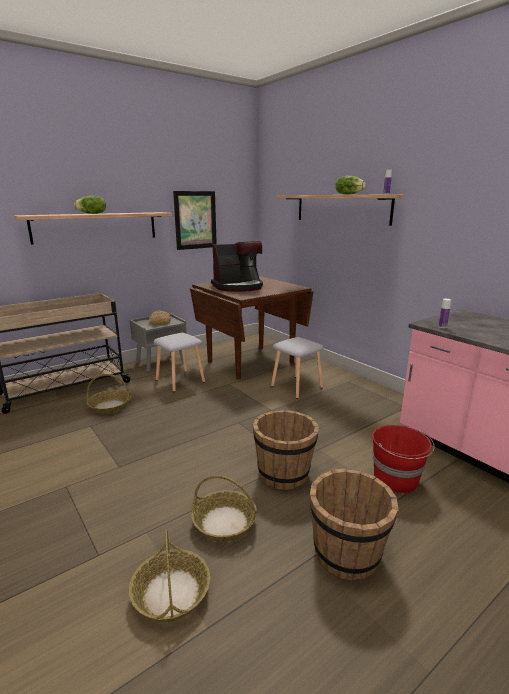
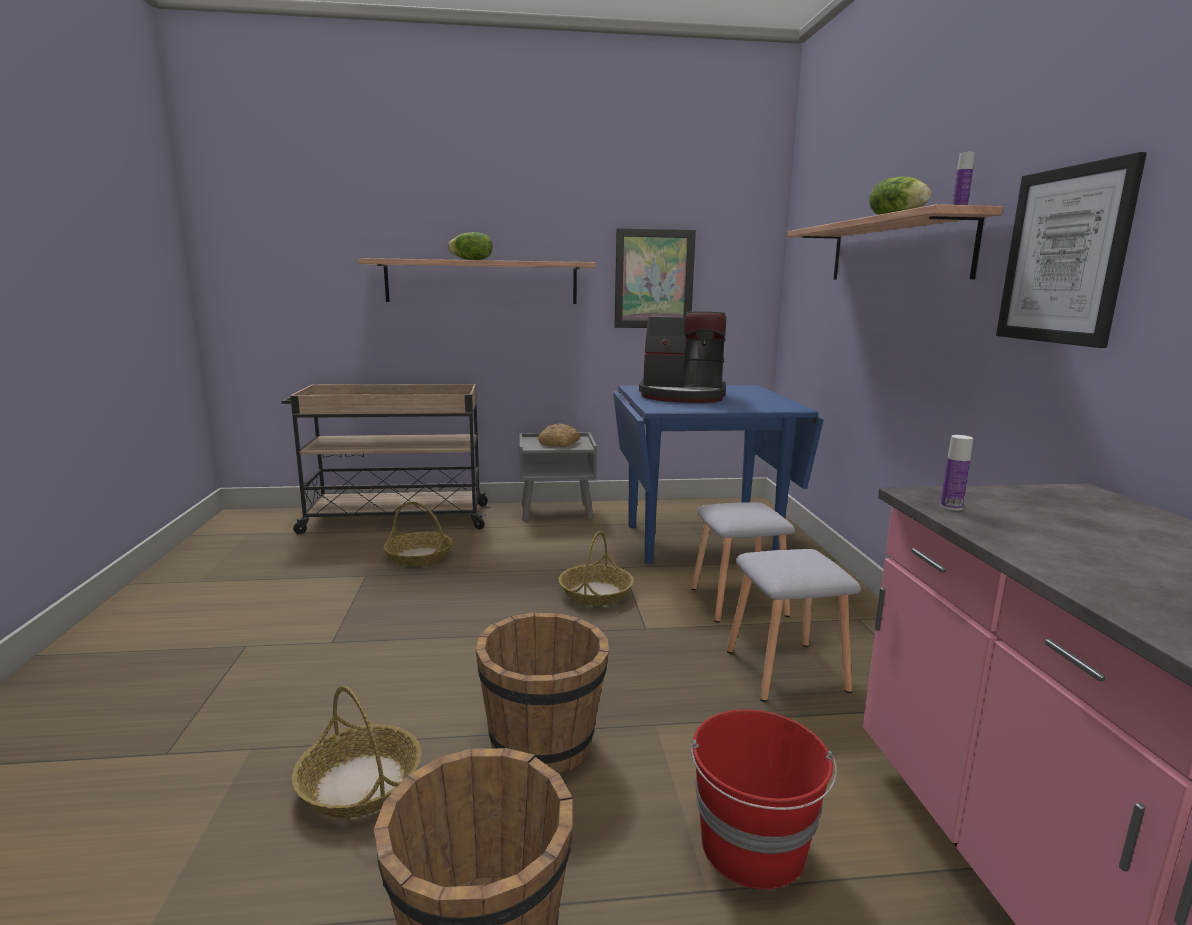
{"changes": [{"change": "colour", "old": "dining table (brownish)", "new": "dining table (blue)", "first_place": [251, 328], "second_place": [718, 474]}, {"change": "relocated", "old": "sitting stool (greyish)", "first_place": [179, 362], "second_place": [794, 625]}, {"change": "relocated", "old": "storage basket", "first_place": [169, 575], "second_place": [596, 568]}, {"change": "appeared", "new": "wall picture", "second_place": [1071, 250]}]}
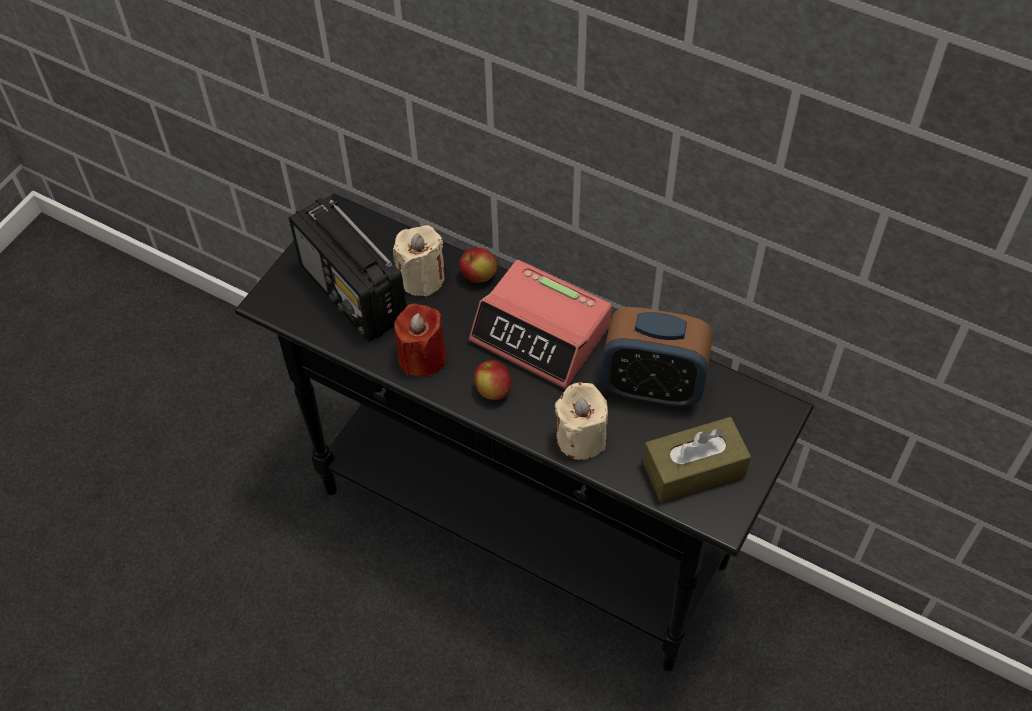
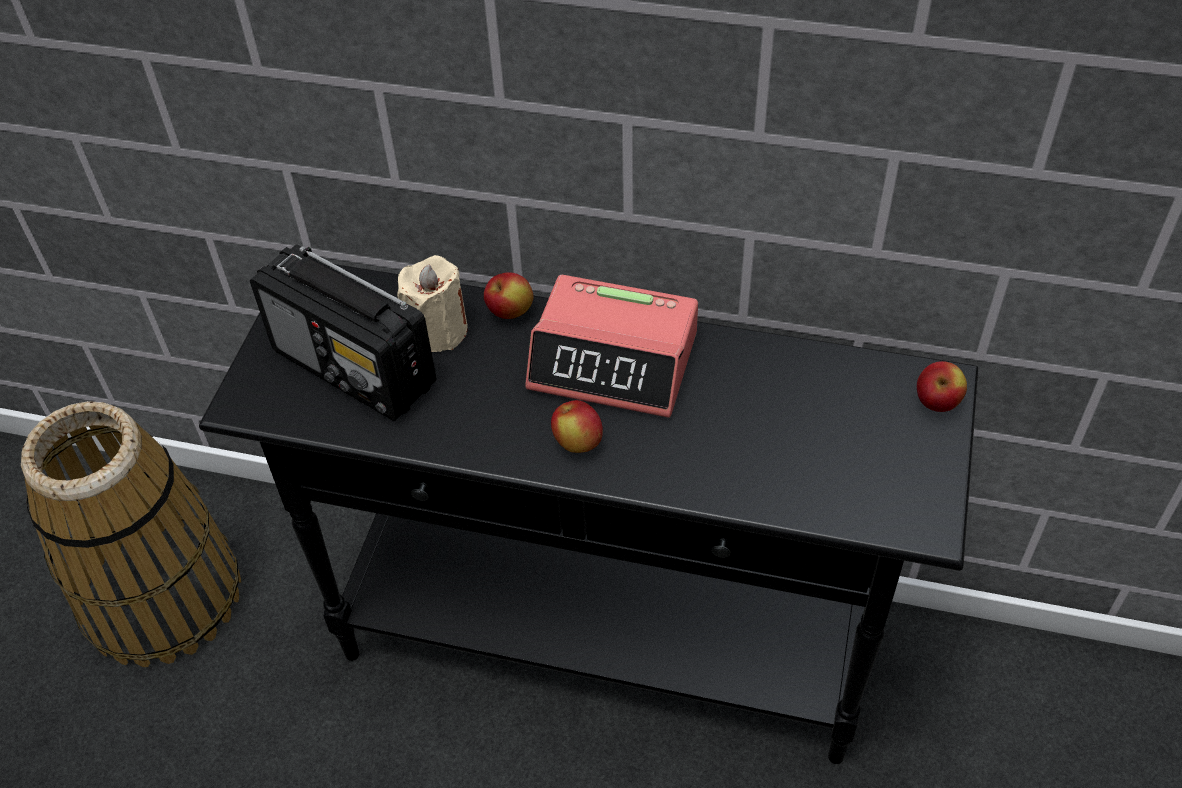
{"changes": [{"change": "missing", "old": "wax light (red)", "first_place": [420, 340]}, {"change": "missing", "old": "alarm clock", "first_place": [657, 357]}, {"change": "missing", "old": "wax light (beige-coloured)", "first_place": [581, 421]}, {"change": "missing", "old": "tissue holder (brownish)", "first_place": [697, 460]}, {"change": "appeared", "new": "apple", "second_place": [942, 386]}, {"change": "appeared", "new": "storage basket", "second_place": [131, 534]}]}
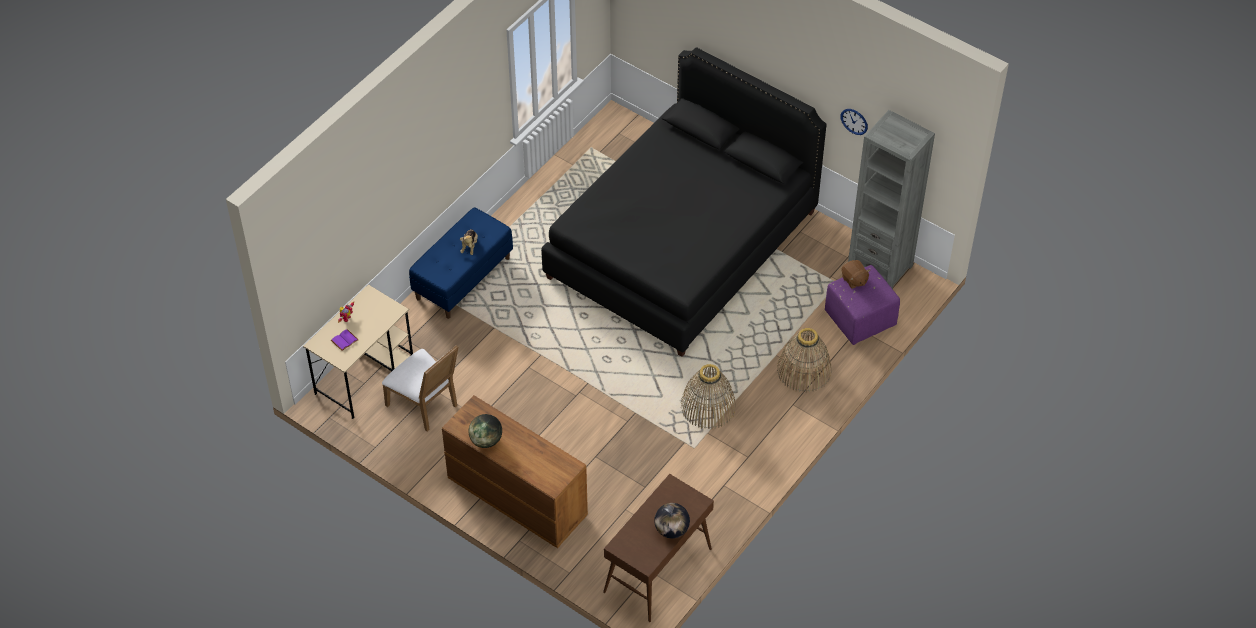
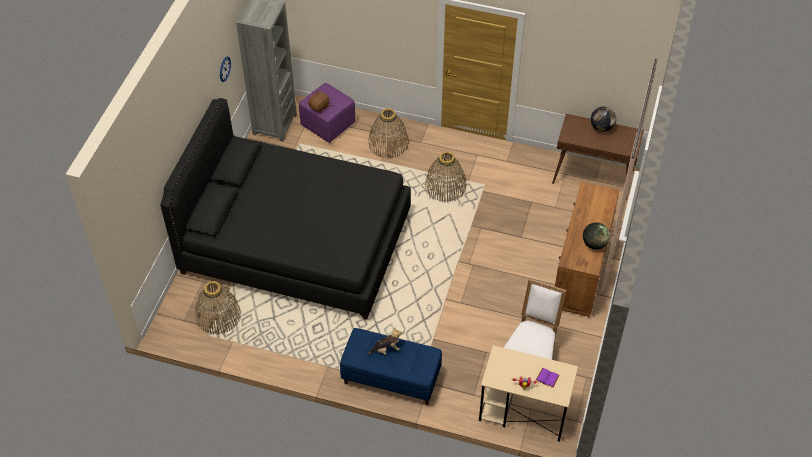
{"changes": [{"change": "appeared", "new": "storage basket", "second_place": [218, 307]}]}
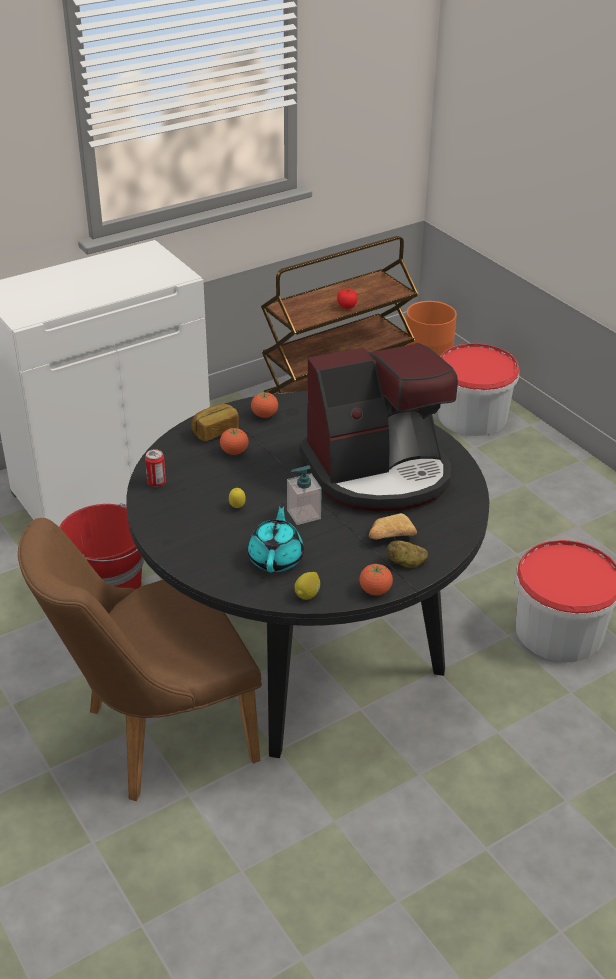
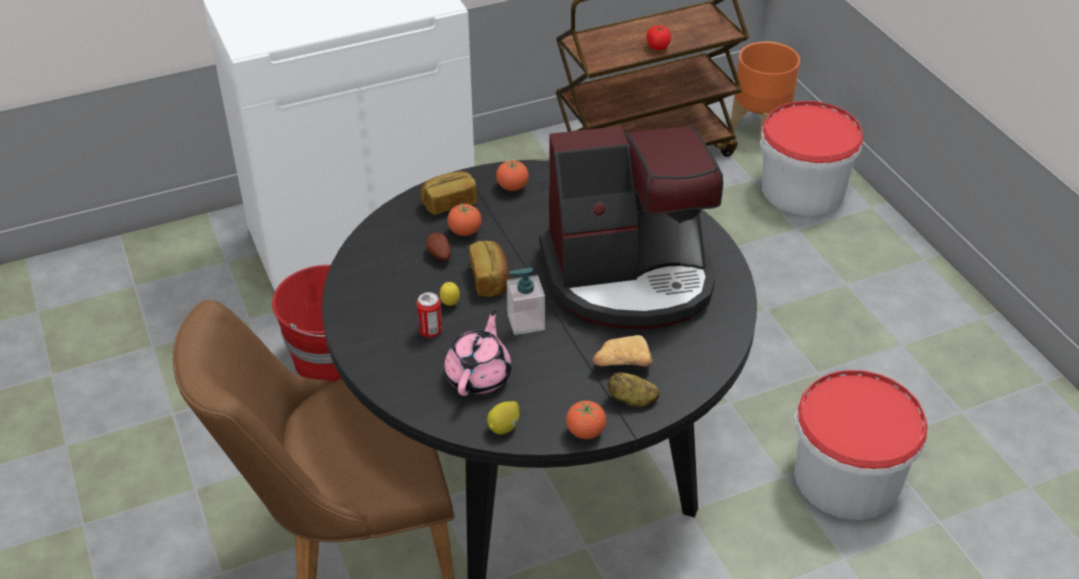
{"changes": [{"change": "relocated", "old": "sealed can", "first_place": [155, 468], "second_place": [429, 314]}, {"change": "colour", "old": "teapot (turquoise)", "new": "teapot (pink)", "first_place": [276, 538], "second_place": [478, 352]}, {"change": "appeared", "new": "potato", "second_place": [438, 247]}, {"change": "appeared", "new": "baked bread", "second_place": [489, 269]}]}
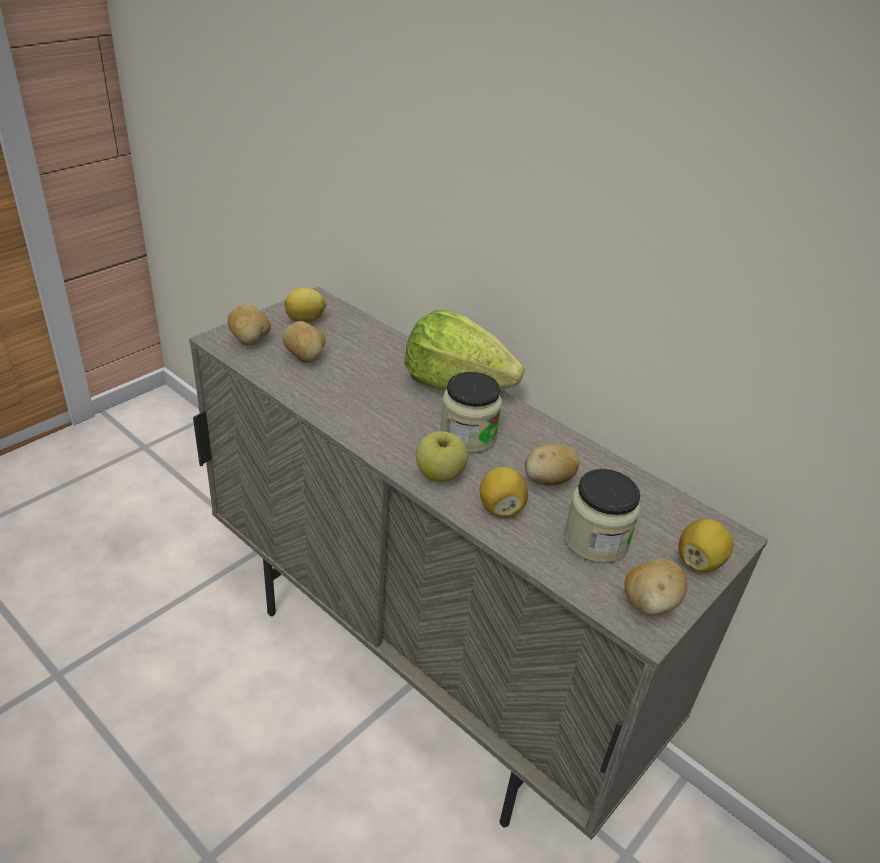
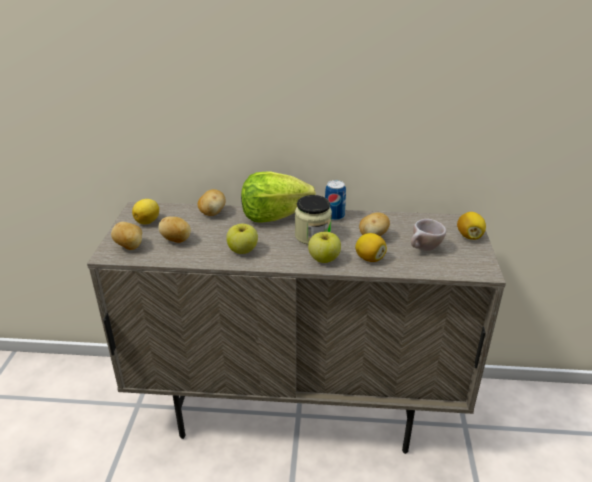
{"changes": [{"change": "exchanged", "old": "preserve jar", "new": "small cup (beige-coloured)", "first_place": [602, 516], "second_place": [428, 235]}, {"change": "relocated", "old": "potato", "first_place": [655, 587], "second_place": [211, 202]}, {"change": "appeared", "new": "sealed can", "second_place": [335, 200]}, {"change": "appeared", "new": "apple", "second_place": [242, 239]}]}
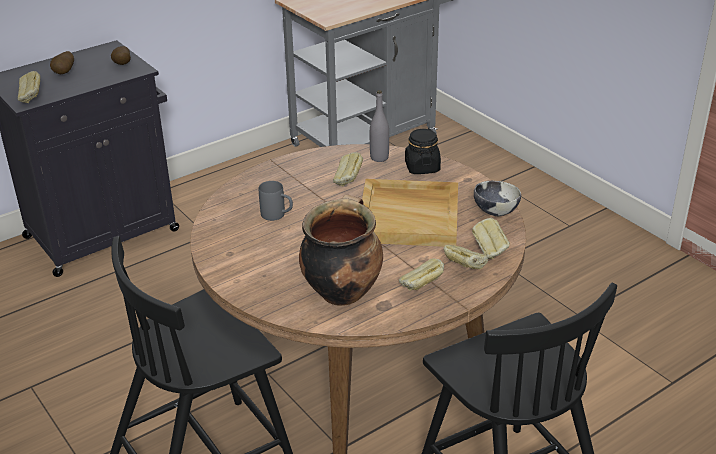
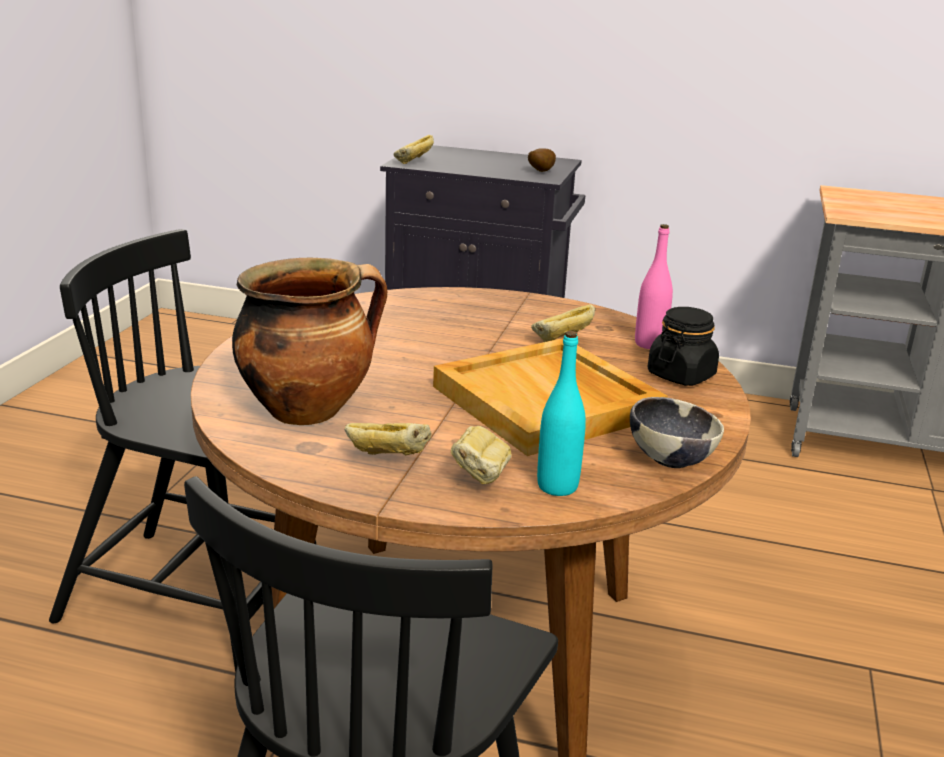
{"changes": [{"change": "missing", "old": "potato", "first_place": [62, 62]}, {"change": "colour", "old": "beverage bottle (greyish)", "new": "beverage bottle (pink)", "first_place": [379, 126], "second_place": [654, 286]}, {"change": "missing", "old": "mug (greyish)", "first_place": [276, 201]}, {"change": "exchanged", "old": "baked bread", "new": "beverage bottle (turquoise)", "first_place": [491, 238], "second_place": [561, 413]}]}
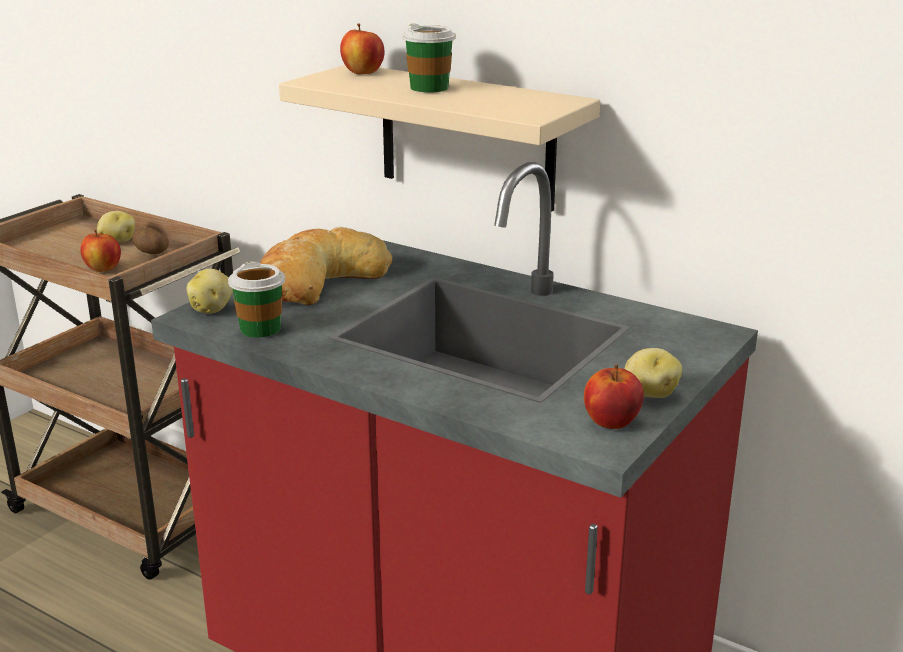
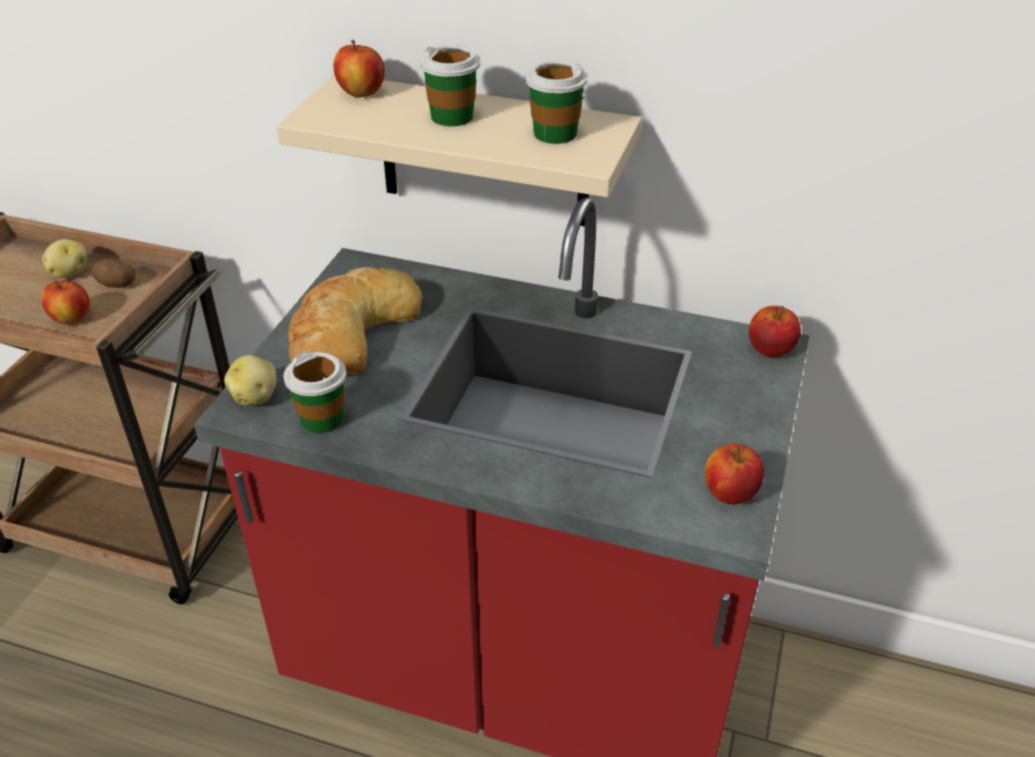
{"changes": [{"change": "missing", "old": "potato", "first_place": [653, 373]}, {"change": "appeared", "new": "small cup", "second_place": [556, 102]}, {"change": "appeared", "new": "apple", "second_place": [775, 331]}]}
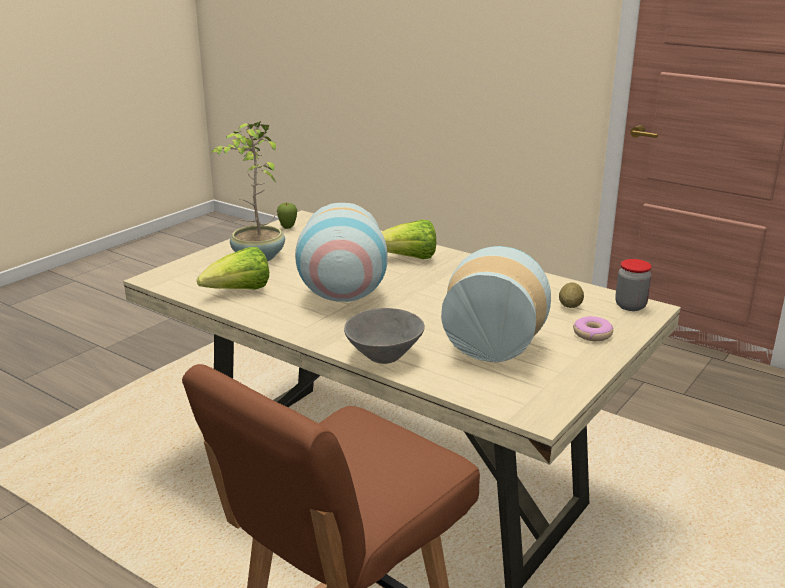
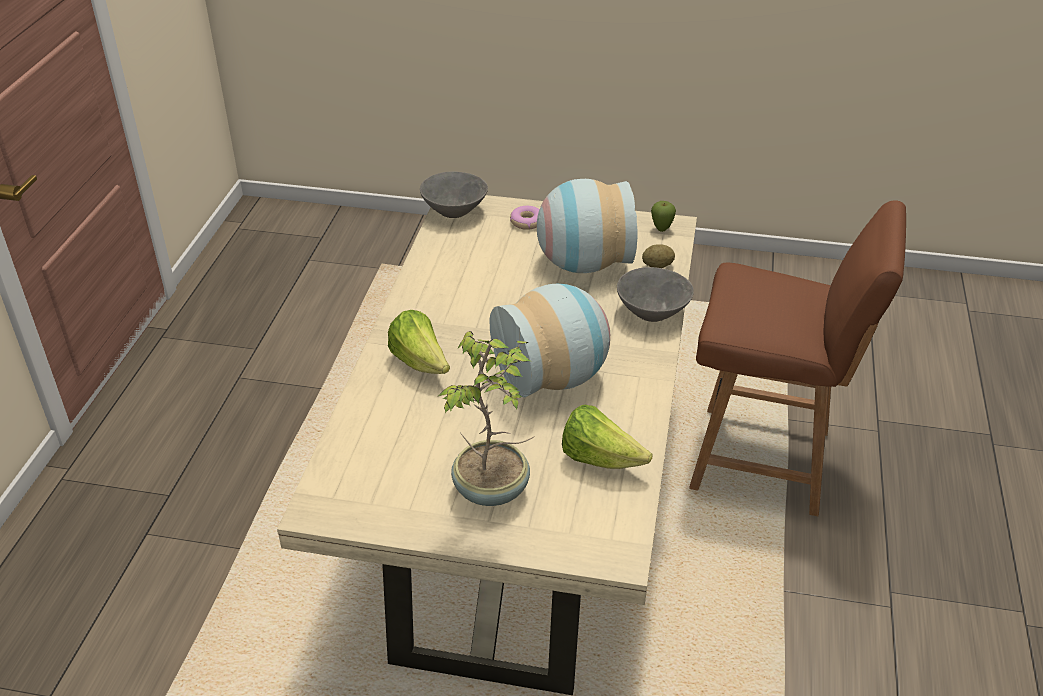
{"changes": [{"change": "relocated", "old": "apple", "first_place": [287, 216], "second_place": [663, 216]}, {"change": "exchanged", "old": "preserve jar", "new": "bowl (greyish)", "first_place": [633, 285], "second_place": [454, 195]}, {"change": "relocated", "old": "potato", "first_place": [571, 295], "second_place": [658, 256]}]}
